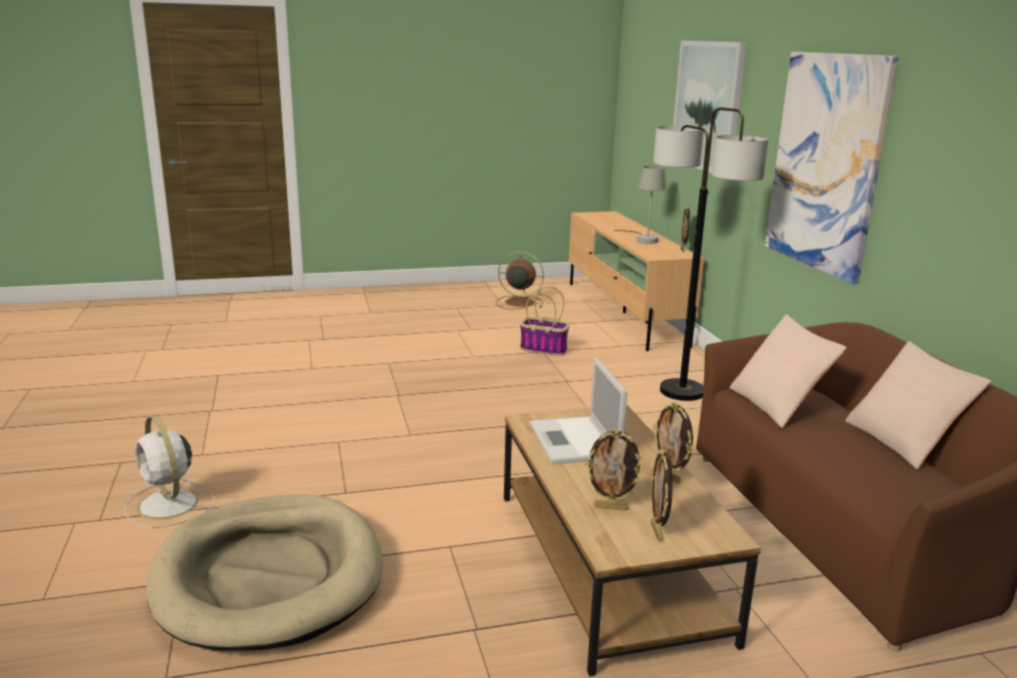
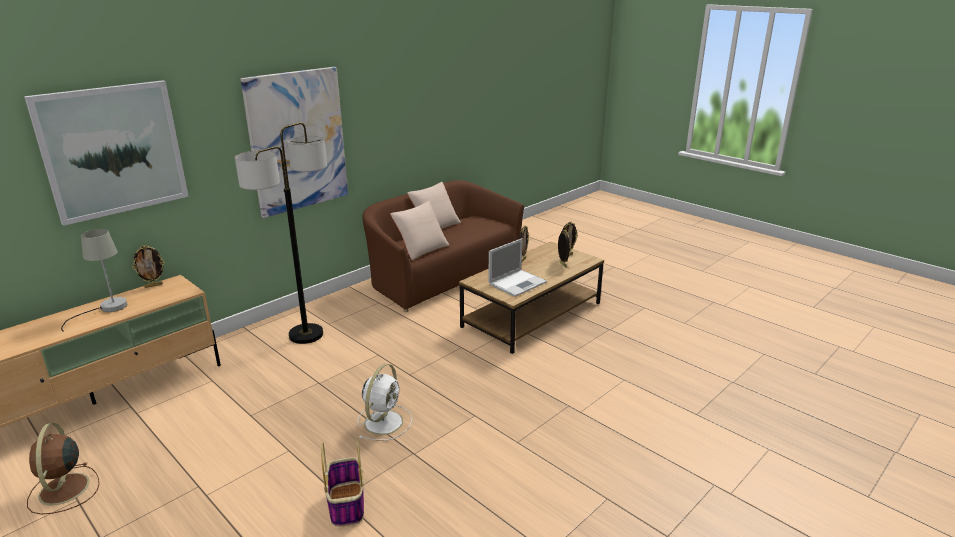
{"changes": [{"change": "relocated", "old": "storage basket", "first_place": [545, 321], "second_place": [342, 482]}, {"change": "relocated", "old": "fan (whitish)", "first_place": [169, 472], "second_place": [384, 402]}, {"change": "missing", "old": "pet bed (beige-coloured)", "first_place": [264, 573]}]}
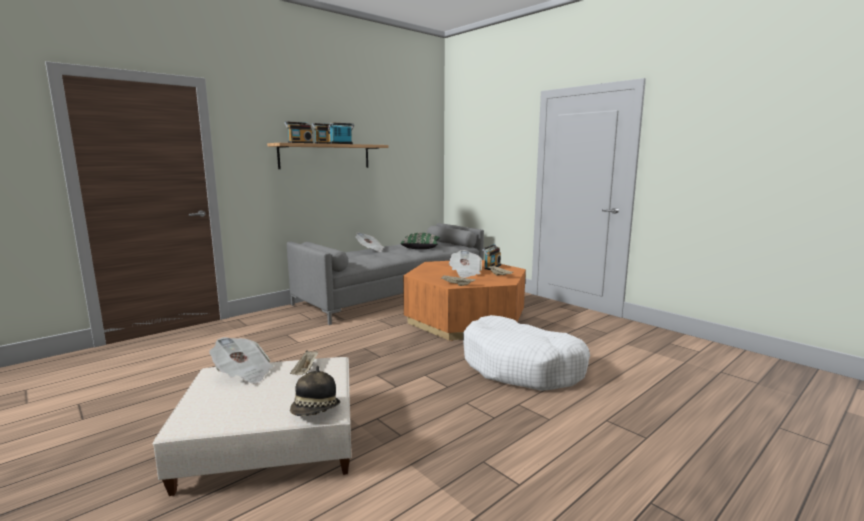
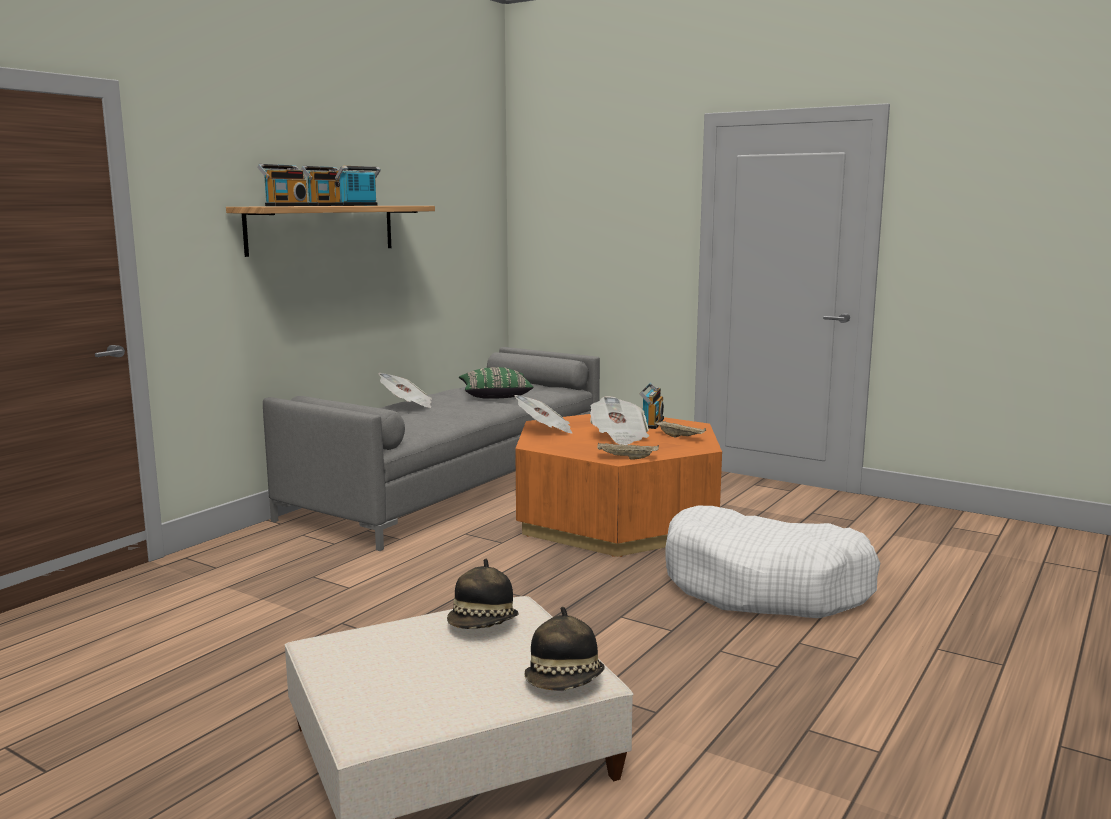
{"changes": [{"change": "relocated", "old": "daily paper", "first_place": [241, 360], "second_place": [543, 414]}, {"change": "exchanged", "old": "carrying tray (beige-coloured)", "new": "clothing hat", "first_place": [304, 362], "second_place": [483, 594]}]}
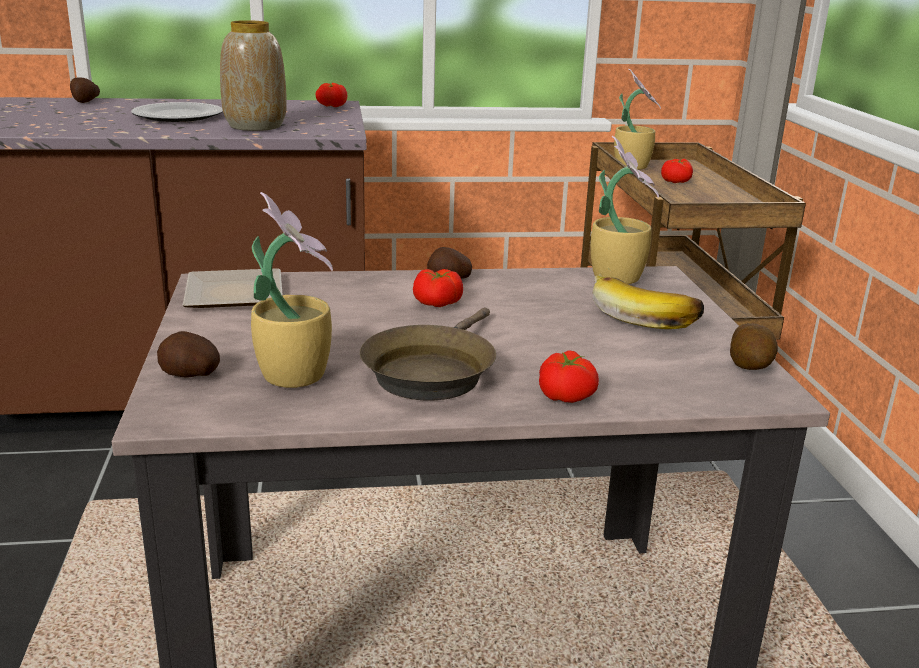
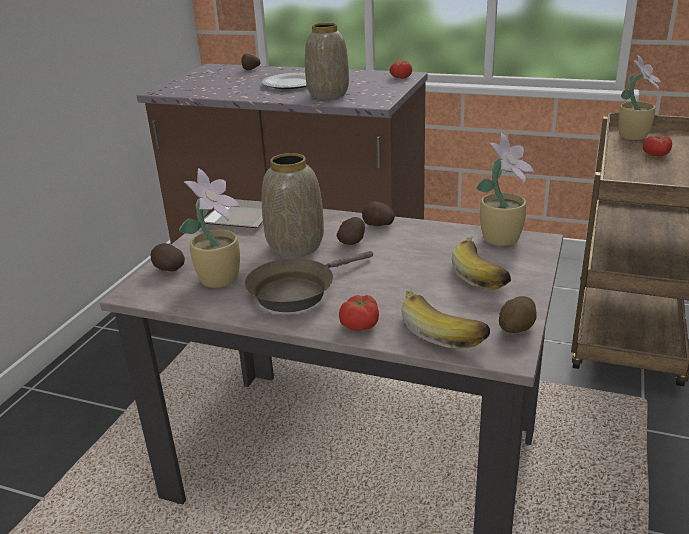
{"changes": [{"change": "exchanged", "old": "whole tomato", "new": "potato", "first_place": [438, 288], "second_place": [351, 231]}, {"change": "appeared", "new": "vase", "second_place": [293, 205]}, {"change": "appeared", "new": "banana", "second_place": [446, 318]}]}
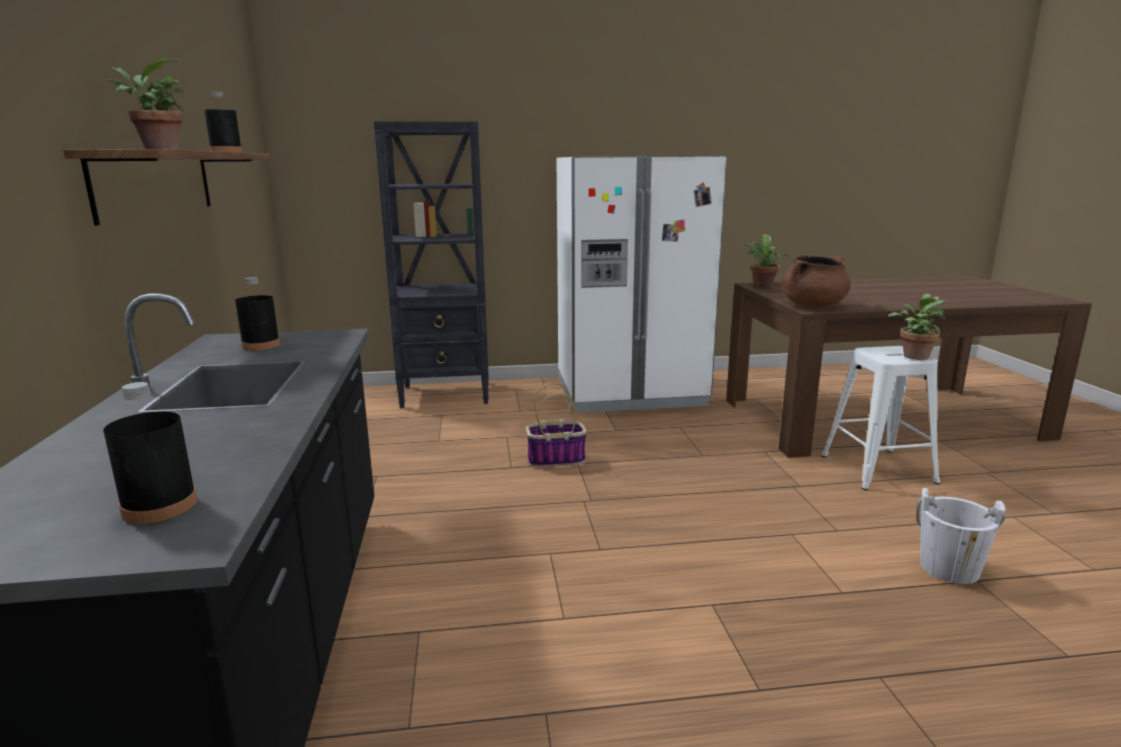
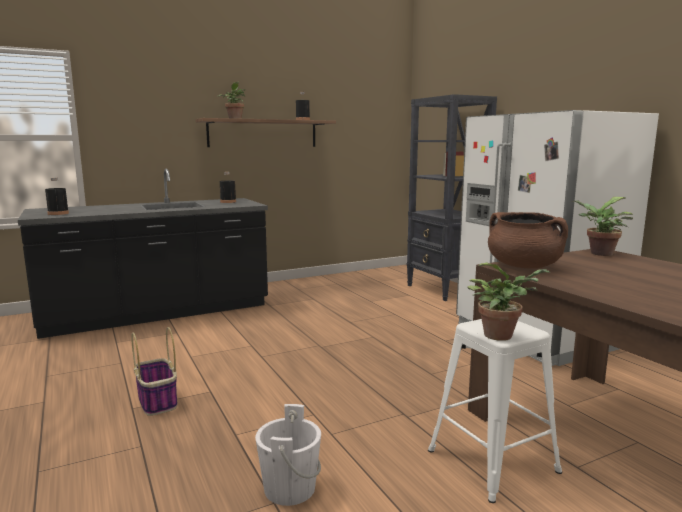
{"changes": [{"change": "relocated", "old": "storage basket", "first_place": [556, 425], "second_place": [154, 371]}]}
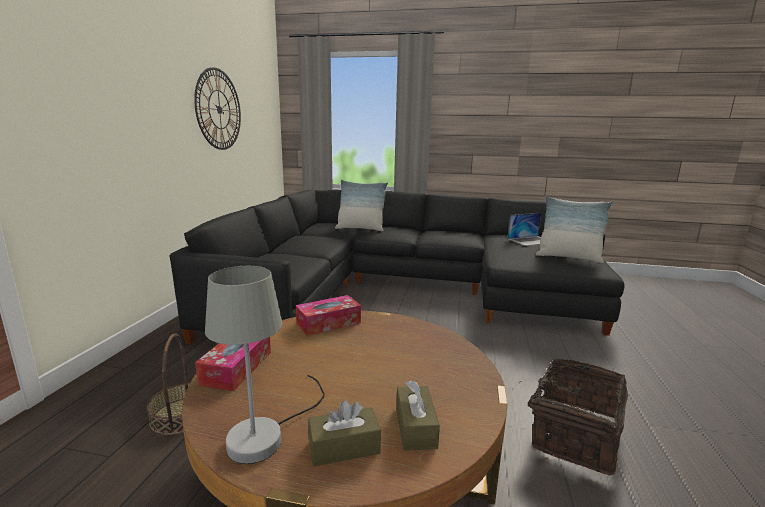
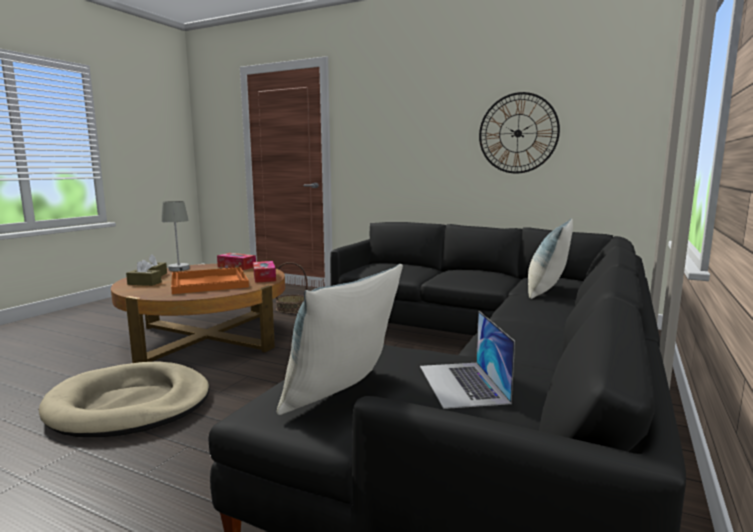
{"changes": [{"change": "exchanged", "old": "storage basket", "new": "pet bed (beige-coloured)", "first_place": [570, 417], "second_place": [124, 399]}, {"change": "appeared", "new": "carrying tray (orange)", "second_place": [210, 280]}]}
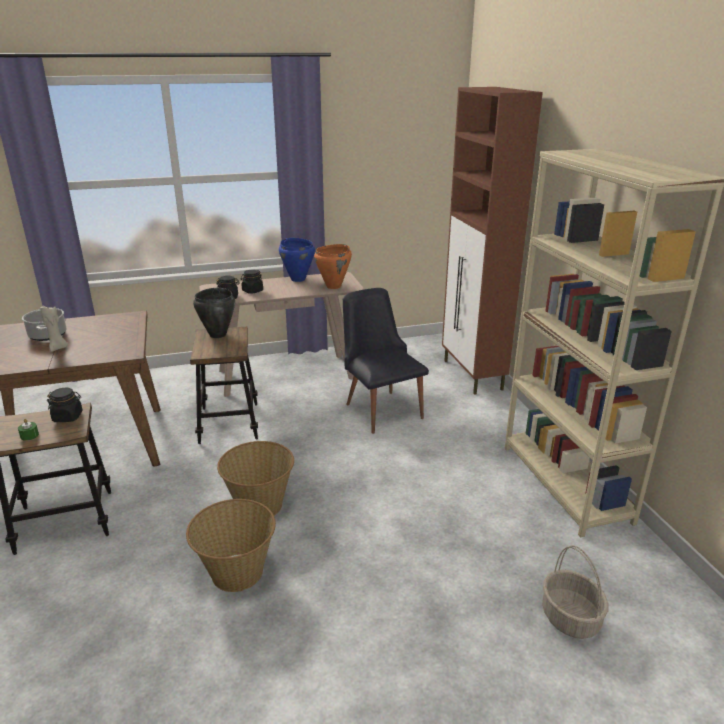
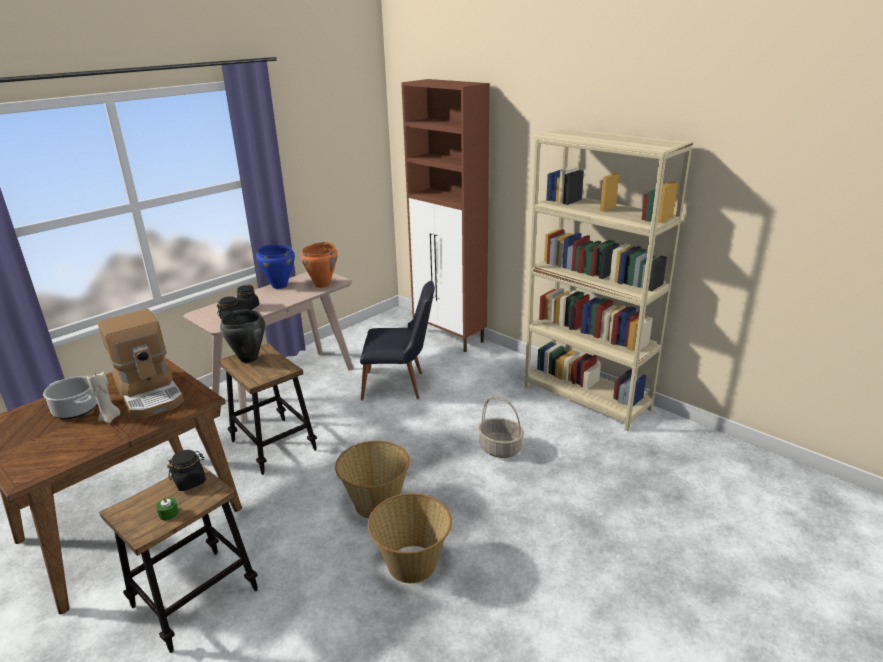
{"changes": [{"change": "spun", "old": "chair (blackish)", "first_place": [386, 361], "second_place": [397, 341], "degrees": 150}, {"change": "relocated", "old": "storage basket", "first_place": [575, 592], "second_place": [501, 427]}, {"change": "appeared", "new": "coffee machine", "second_place": [140, 363]}]}
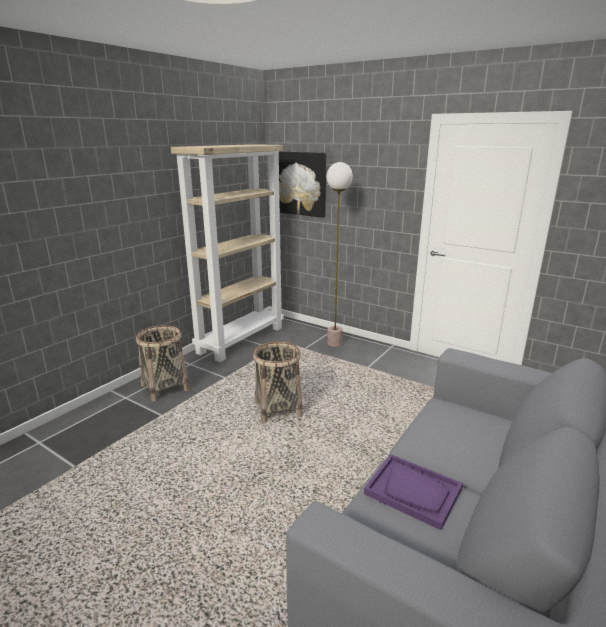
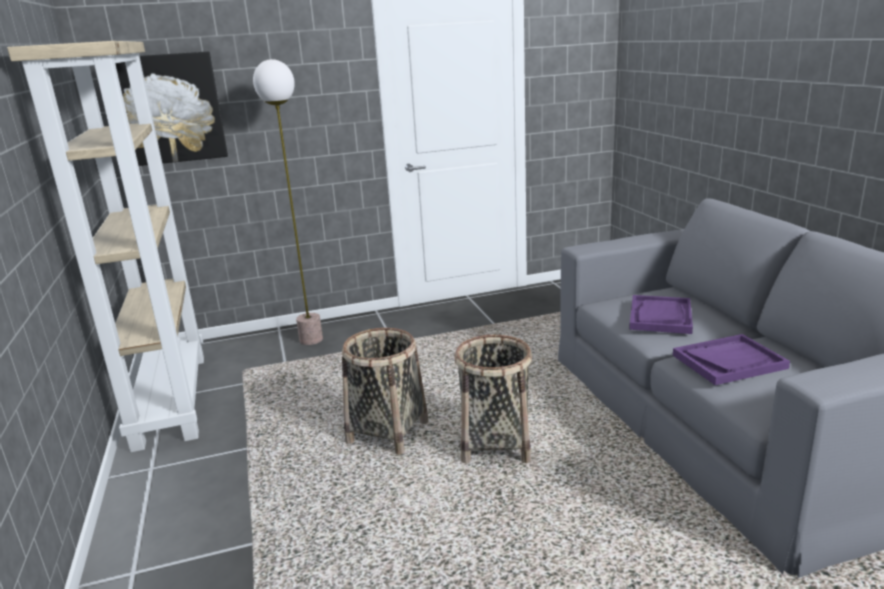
{"changes": [{"change": "relocated", "old": "storage basket", "first_place": [163, 363], "second_place": [493, 399]}, {"change": "appeared", "new": "carrying tray (purple)", "second_place": [661, 314]}]}
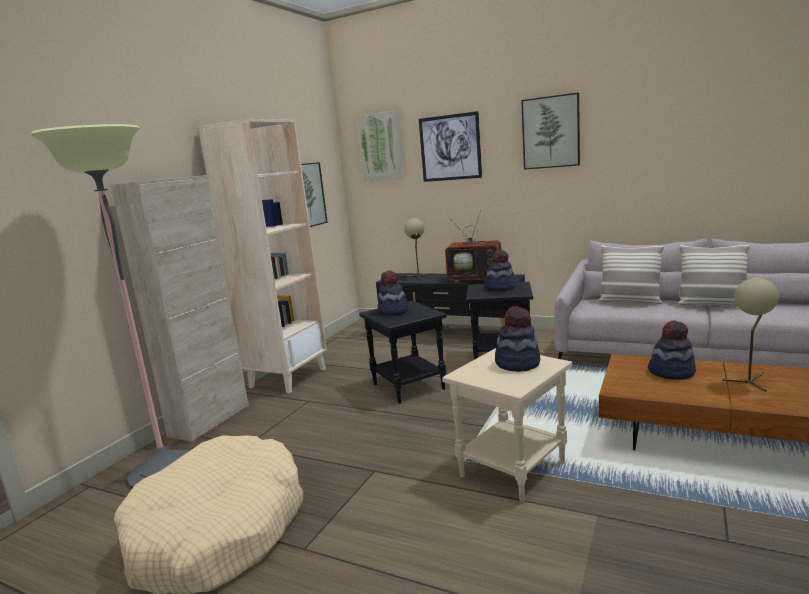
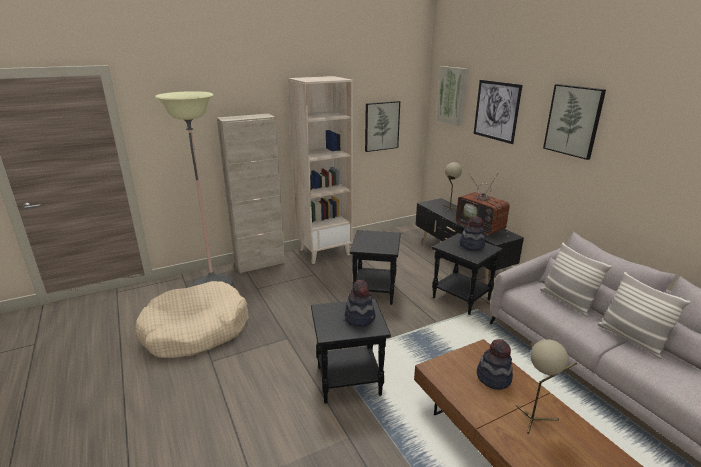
{"changes": [{"change": "missing", "old": "clothing hat", "first_place": [393, 292]}, {"change": "colour", "old": "accent table (beige-coloured)", "new": "accent table (blackish)", "first_place": [507, 425], "second_place": [351, 351]}]}
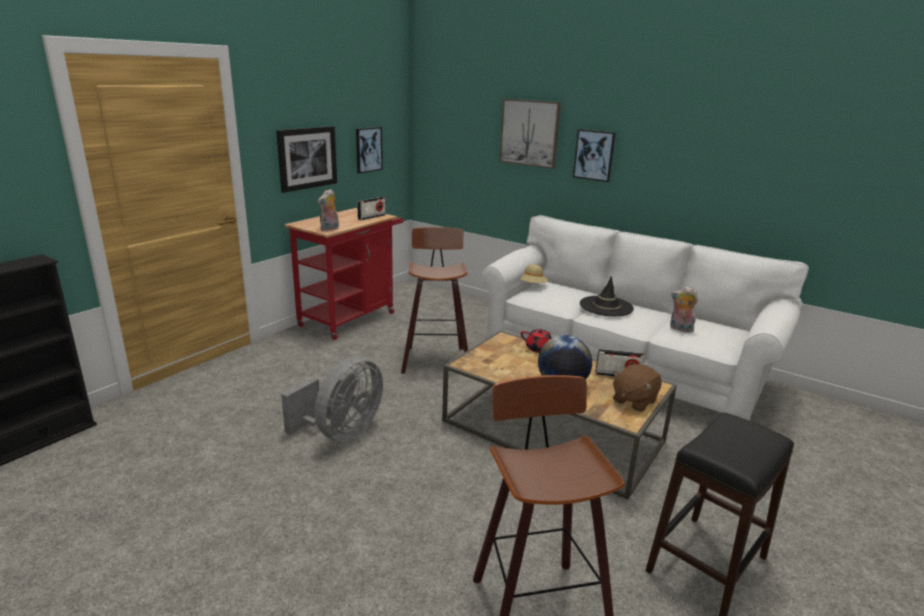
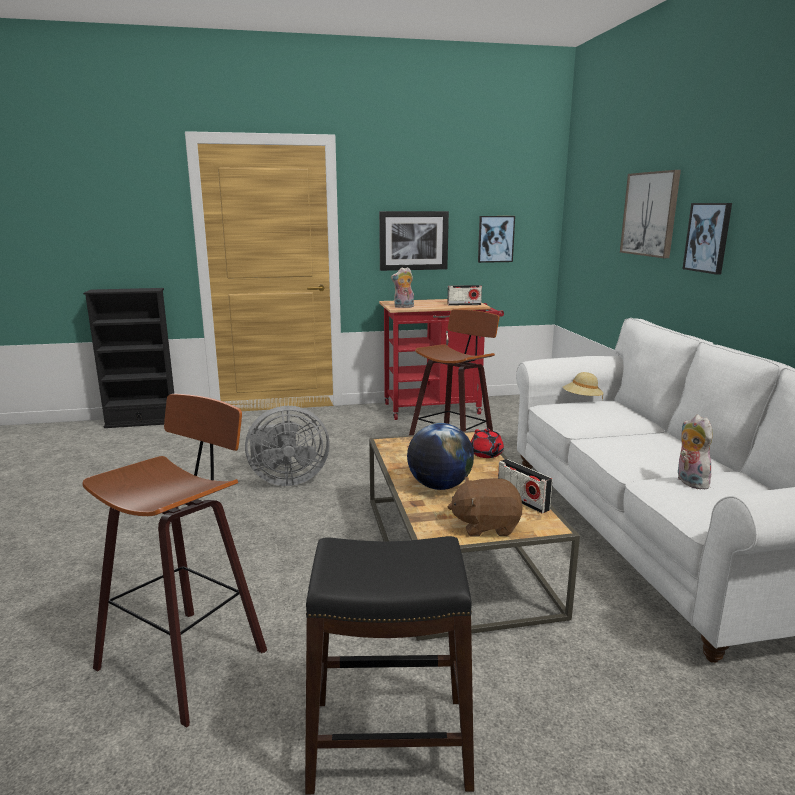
{"changes": [{"change": "missing", "old": "clothing hat (blackish)", "first_place": [607, 296]}]}
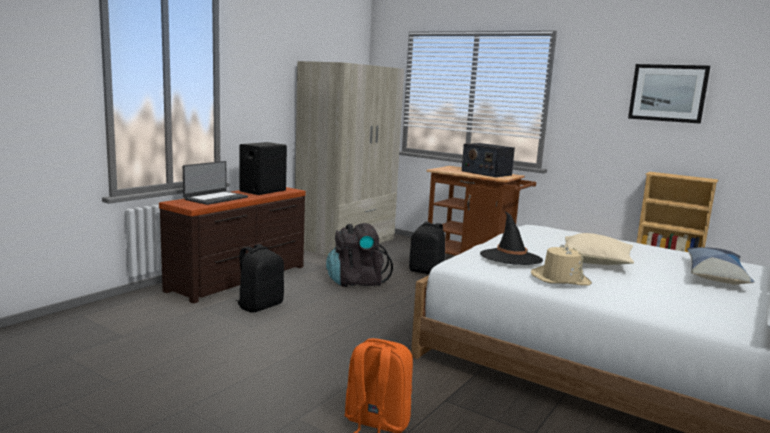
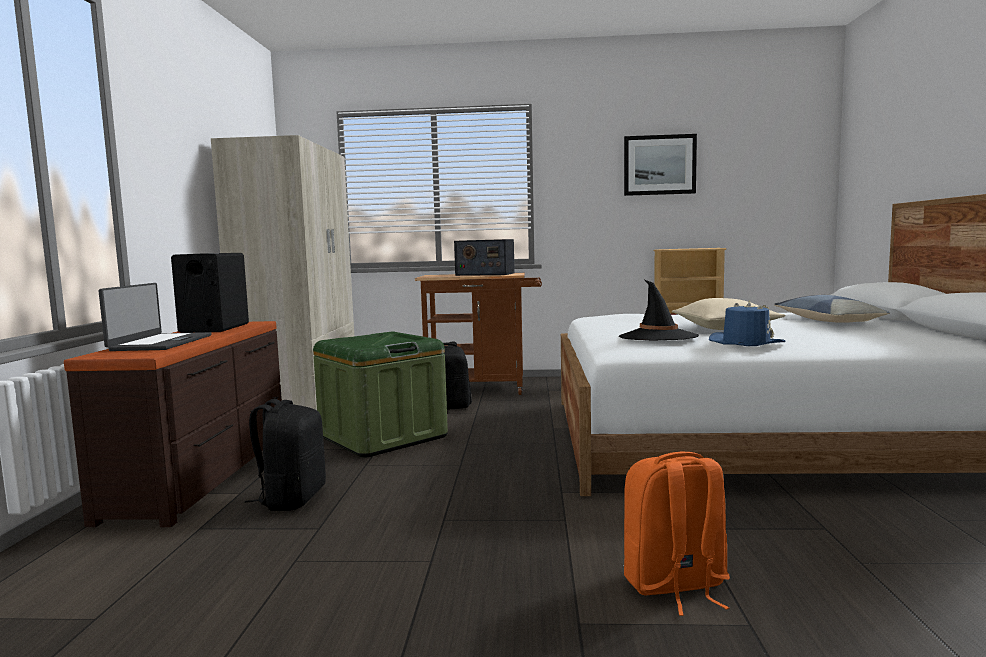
{"changes": [{"change": "exchanged", "old": "knapsack (blackish)", "new": "storage box (green)", "first_place": [359, 255], "second_place": [380, 395]}, {"change": "colour", "old": "clothing hat (beige-coloured)", "new": "clothing hat (blue)", "first_place": [561, 265], "second_place": [747, 323]}]}
